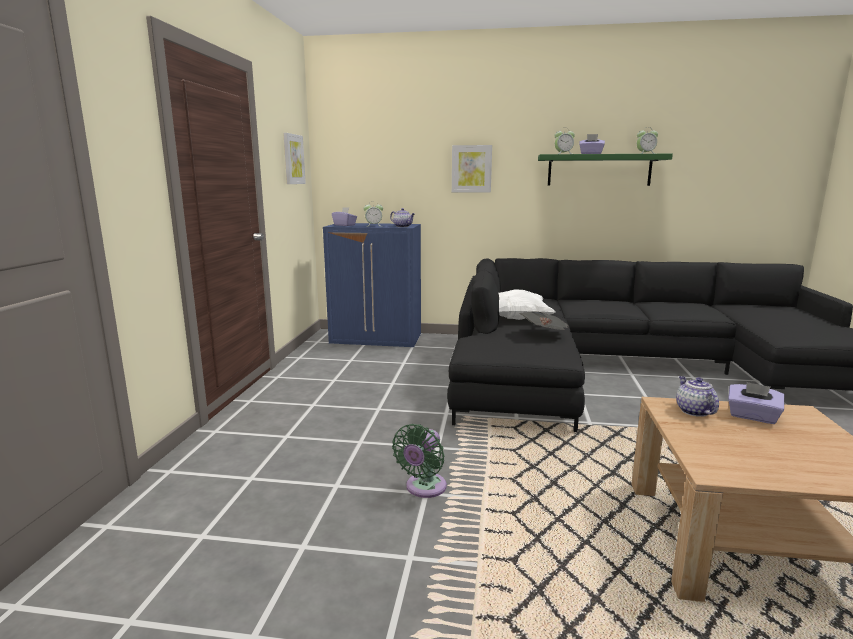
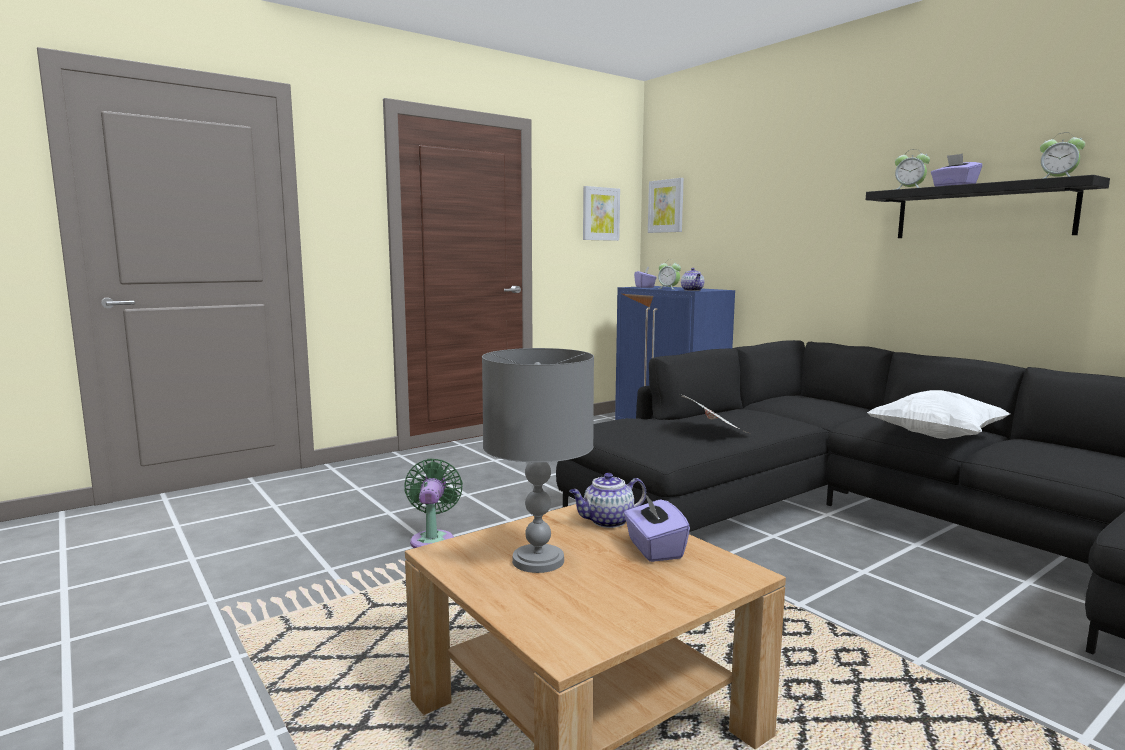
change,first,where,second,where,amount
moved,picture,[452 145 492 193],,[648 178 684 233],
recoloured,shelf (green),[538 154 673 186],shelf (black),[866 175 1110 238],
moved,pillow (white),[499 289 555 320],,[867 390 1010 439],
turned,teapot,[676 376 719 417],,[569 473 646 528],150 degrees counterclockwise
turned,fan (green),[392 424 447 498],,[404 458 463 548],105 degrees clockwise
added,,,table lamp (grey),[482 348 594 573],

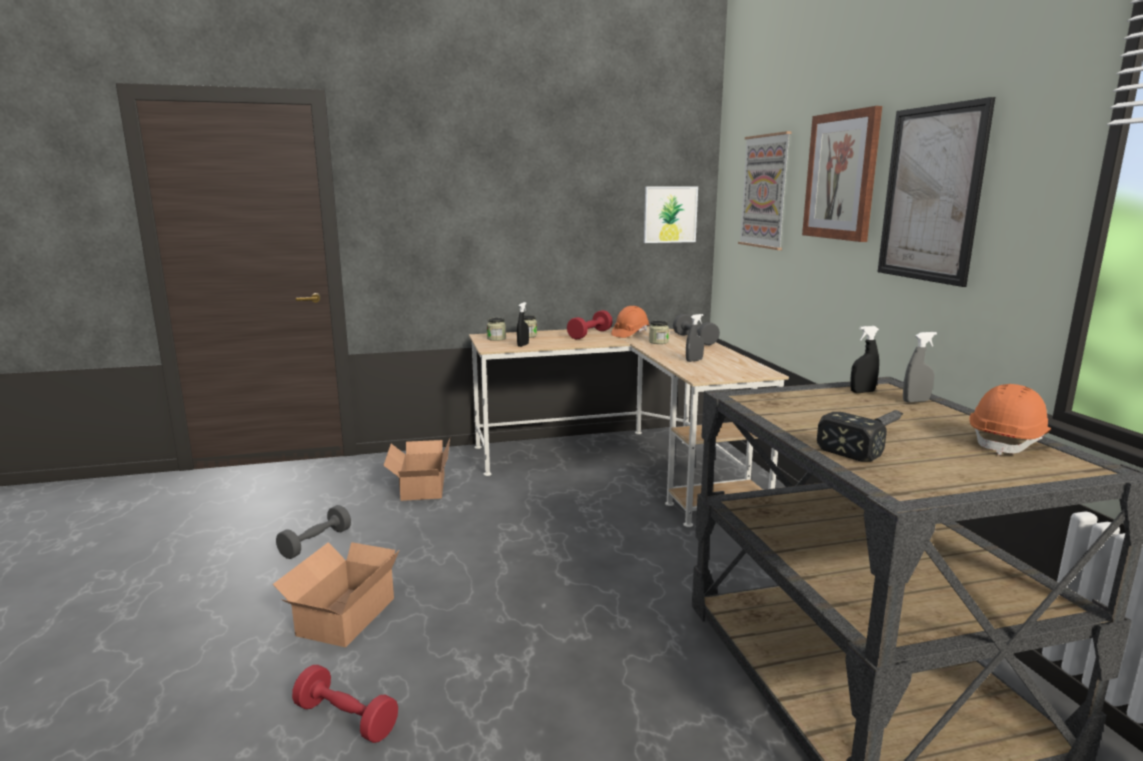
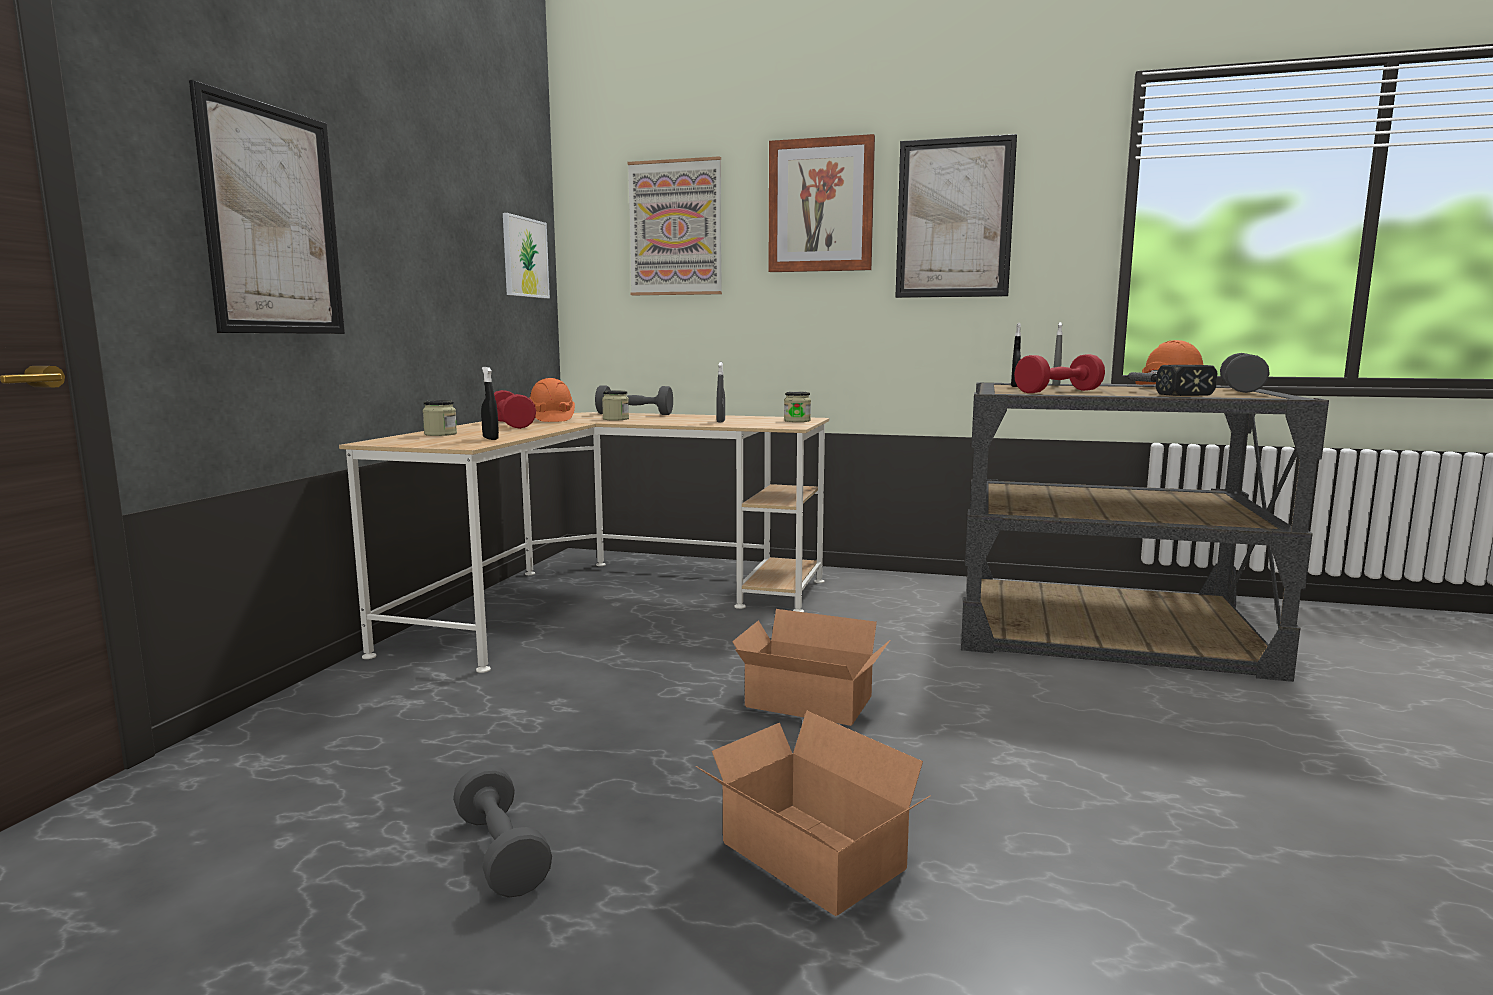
change,first,where,second,where,amount
moved,jar,[487 318 506 341],,[784 392 811 422],
moved,cardboard box,[383 438 450 501],,[732 609 890 726],
moved,dumbbell (red),[292 665 398 743],,[1014 354 1105 393],
added,,,picture,[189 80 345 334],
added,,,dumbbell (grey),[1220 353 1270 393],

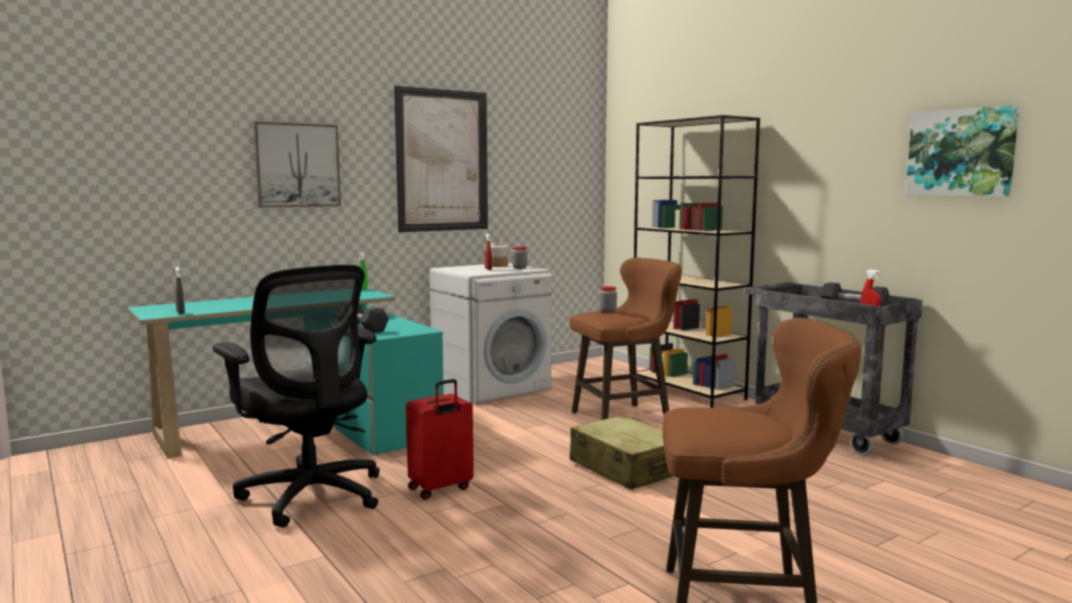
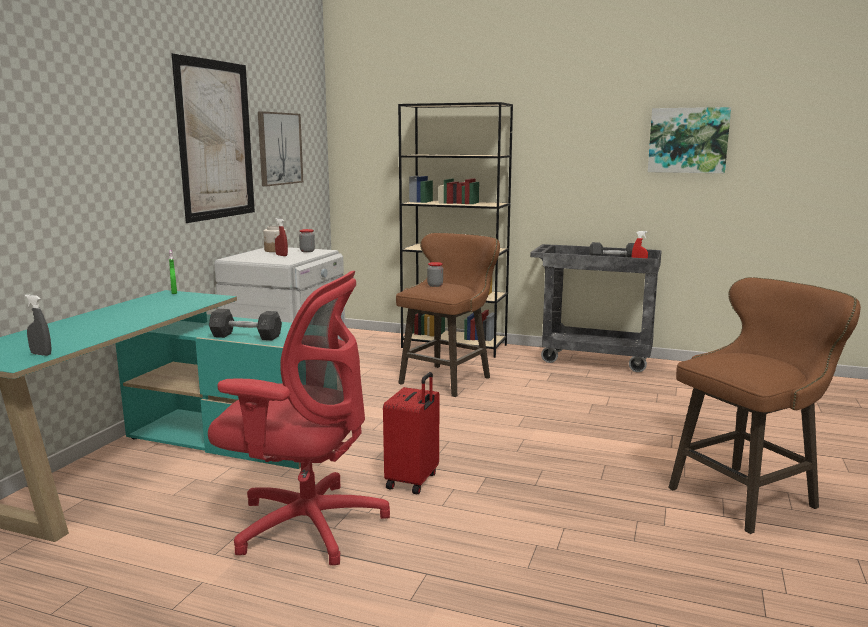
change,first,where,second,where,amount
moved,picture,[253 122 341 208],,[258 111 303 186],
recoloured,office chair (black),[213 265 380 528],office chair (red),[208 271 390 565],
removed,suitcase (beige),[570 415 672 490],,,

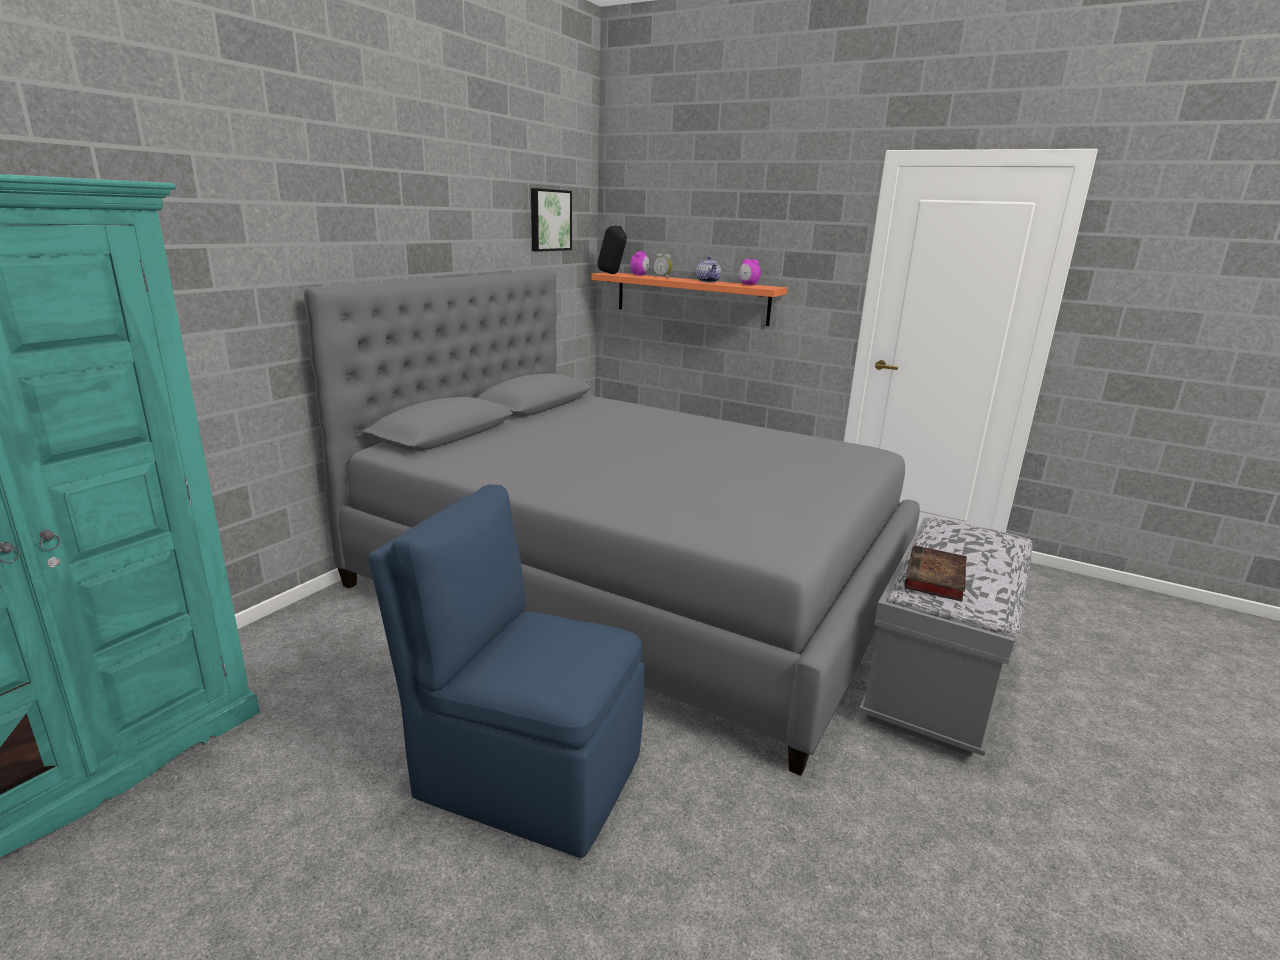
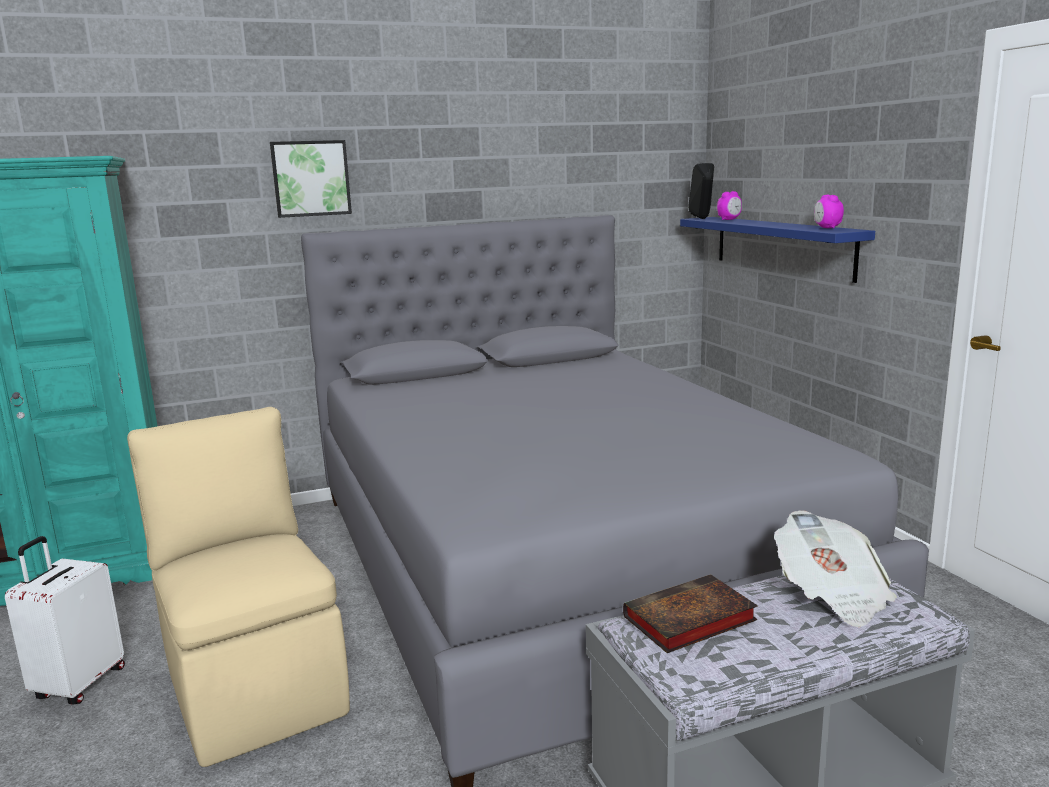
change,first,where,second,where,amount
moved,picture,[531 188 572 252],,[270 140 352 218],
removed,alarm clock,[654 253 672 279],,,
removed,teapot,[696 256 721 282],,,
recoloured,shelf (orange),[592 272 787 326],shelf (blue),[680 217 875 283],
recoloured,chair (blue),[368 484 645 858],chair (beige),[127 407 350 767],
added,,,newspaper,[774 510 897 628],
added,,,suitcase (white),[5 536 125 704],

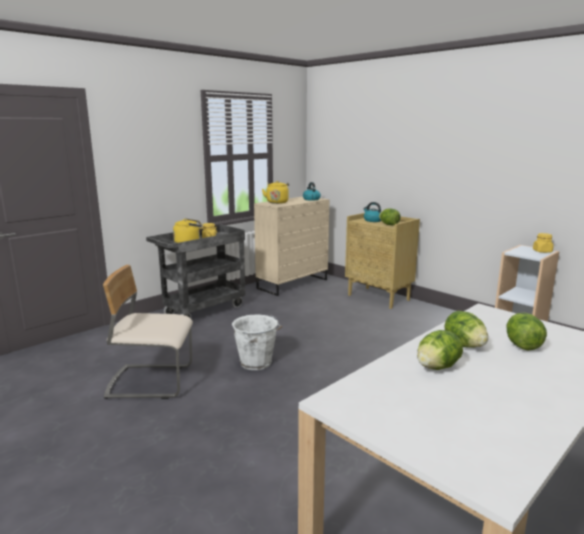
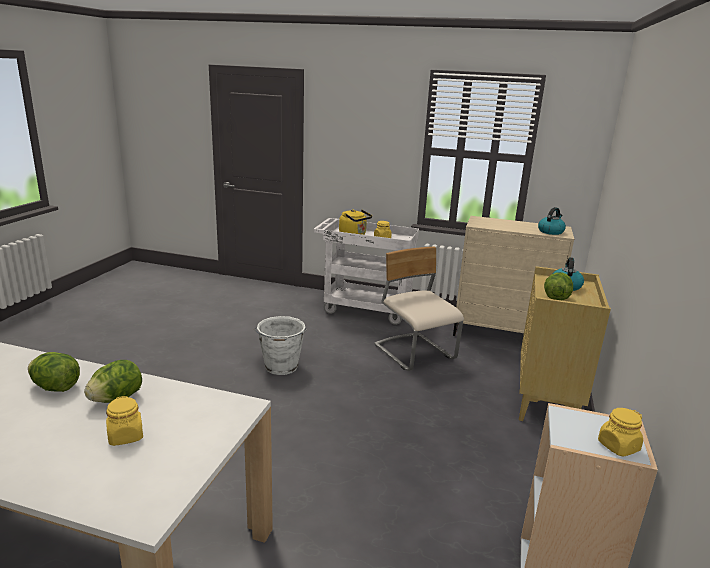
change,first,where,second,where,amount
removed,kettle (yellow),[262 181 289 204],,,
recoloured,cart (black),[146 225 245 318],cart (white),[314 218 419 325],
moved,chair (beige),[103 265 193 399],,[374 246 464 371],
replaced,lettuce,[506 313 547 350],jar (yellow),[106 396 143 446],

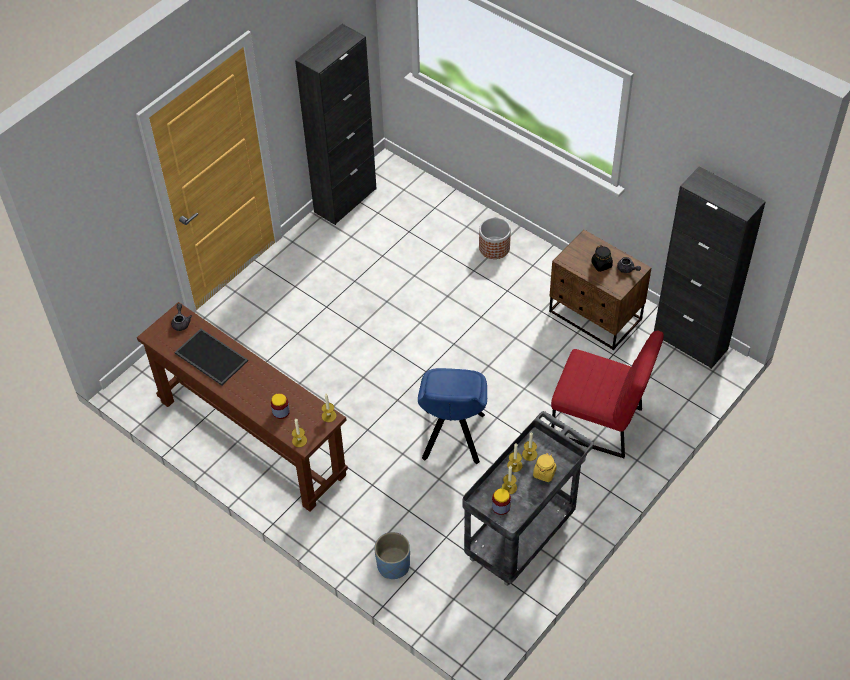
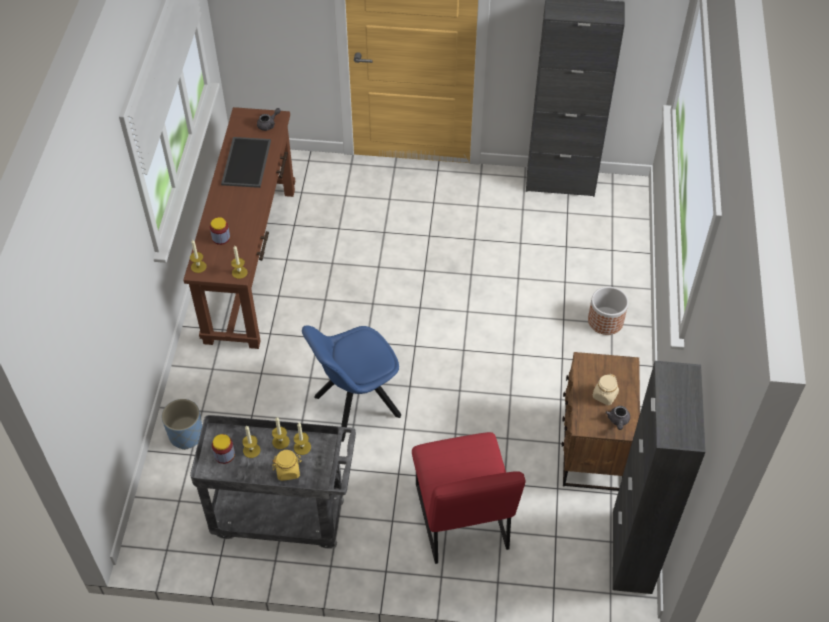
change,first,where,second,where,amount
recoloured,jar (black),[591 245 613 272],jar (beige),[593 374 619 405],

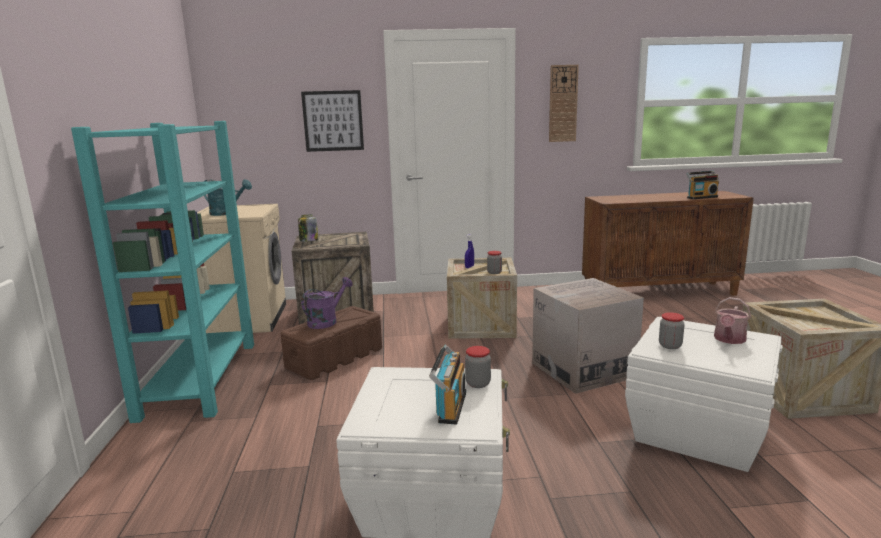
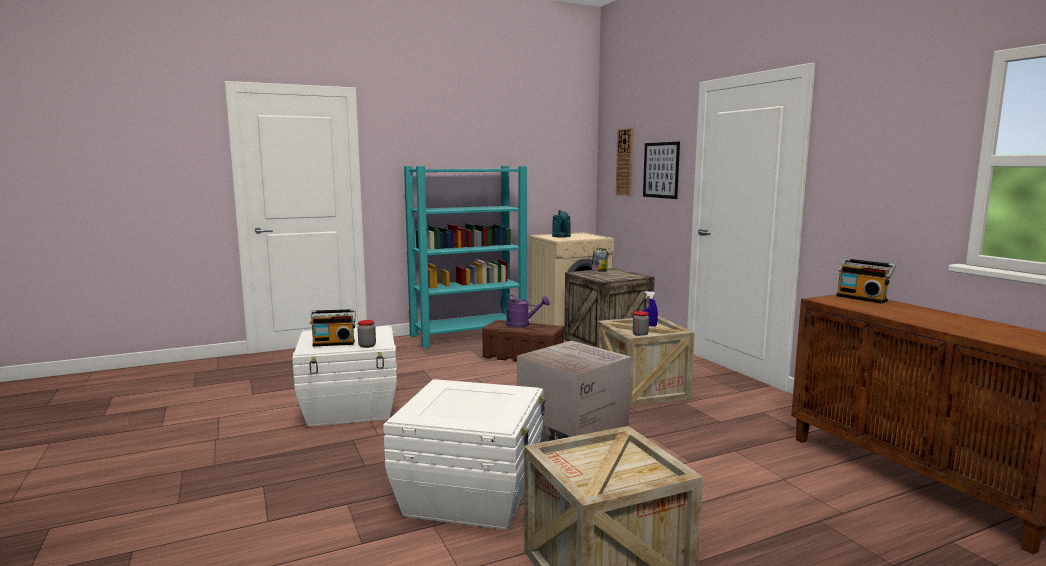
change,first,where,second,where,amount
moved,wall clock,[549 65 579 142],,[616 128 633 196],
moved,radio,[686 171 719 199],,[836 258 896 304],
removed,watering can,[714 297 751 344],,,
removed,jar,[659 312 685 349],,,

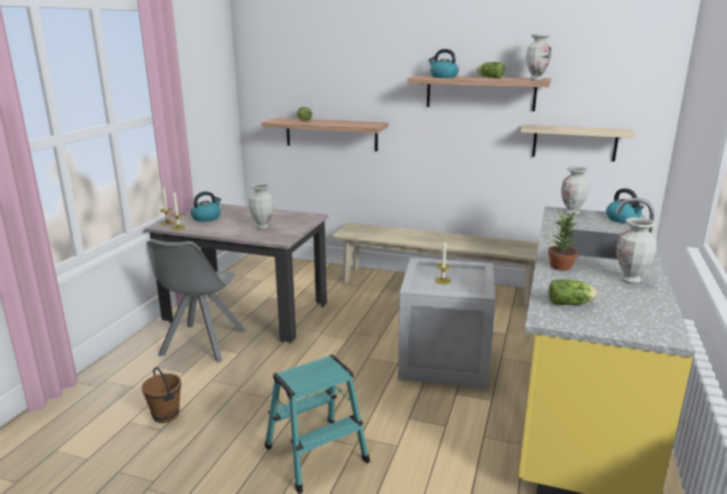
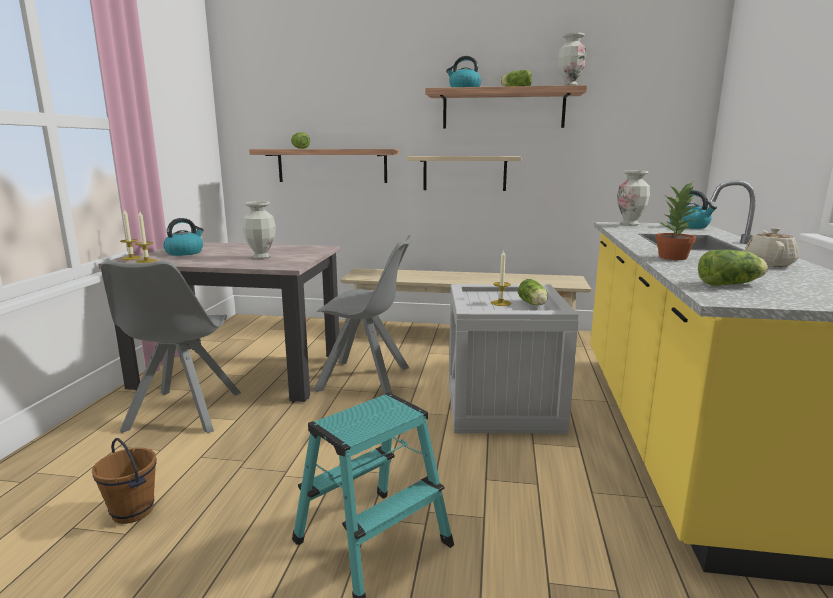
change,first,where,second,where,amount
moved,shelf (beige),[521 124 636 162],,[406 156 521 191],
replaced,vase,[616 217 657 284],teapot (beige),[745 228 799 267],
added,,,chair (grey),[314 235 413 395],
added,,,lettuce,[518 279 548 305],

